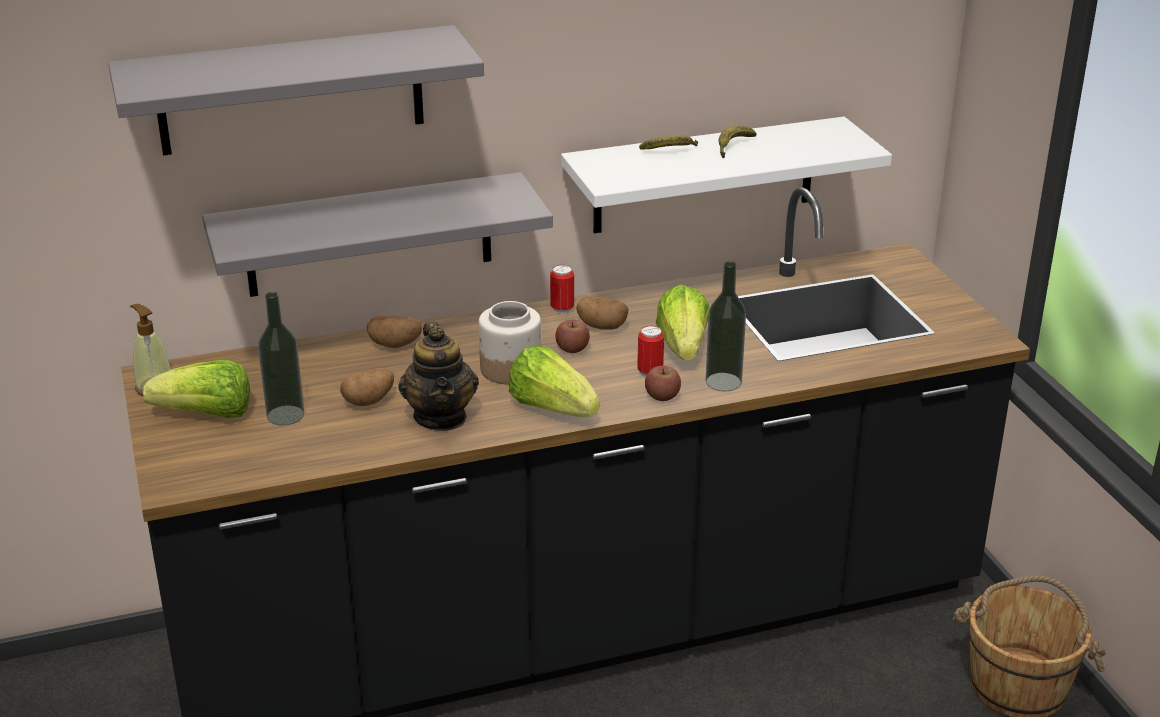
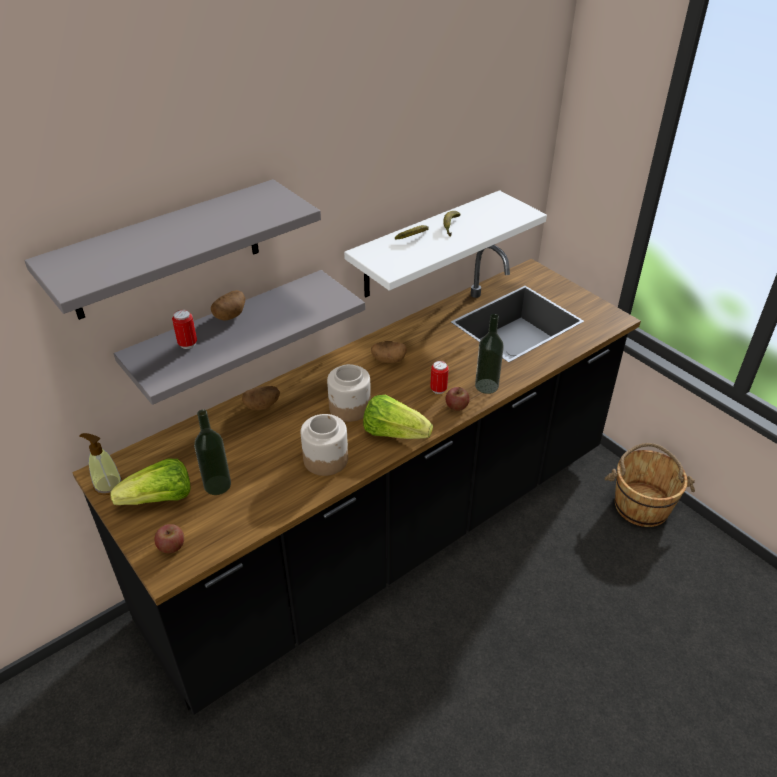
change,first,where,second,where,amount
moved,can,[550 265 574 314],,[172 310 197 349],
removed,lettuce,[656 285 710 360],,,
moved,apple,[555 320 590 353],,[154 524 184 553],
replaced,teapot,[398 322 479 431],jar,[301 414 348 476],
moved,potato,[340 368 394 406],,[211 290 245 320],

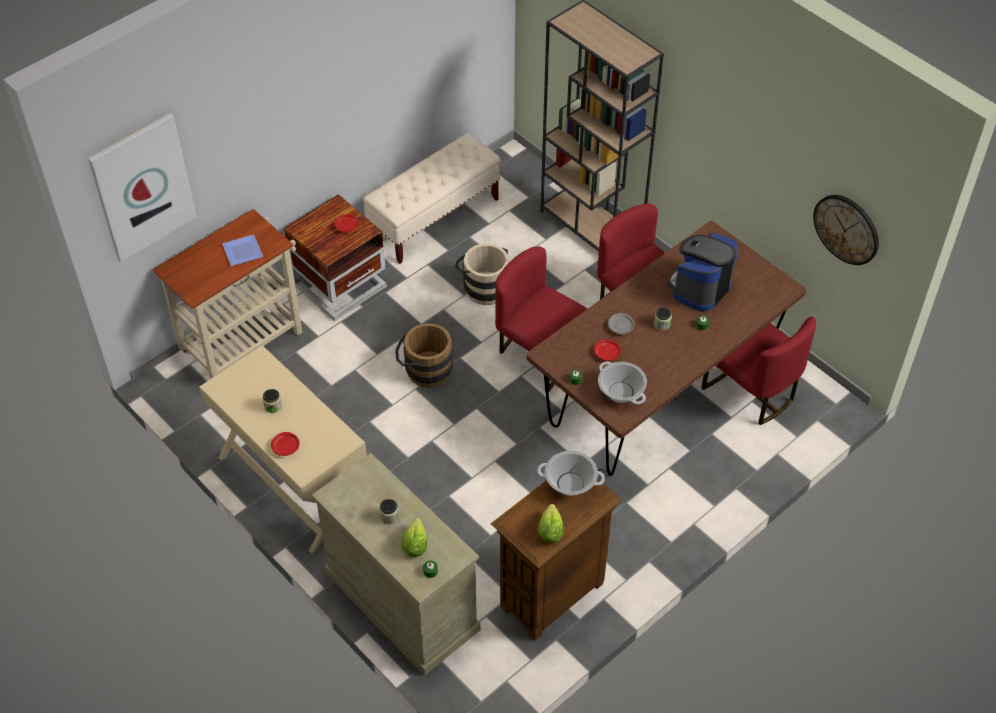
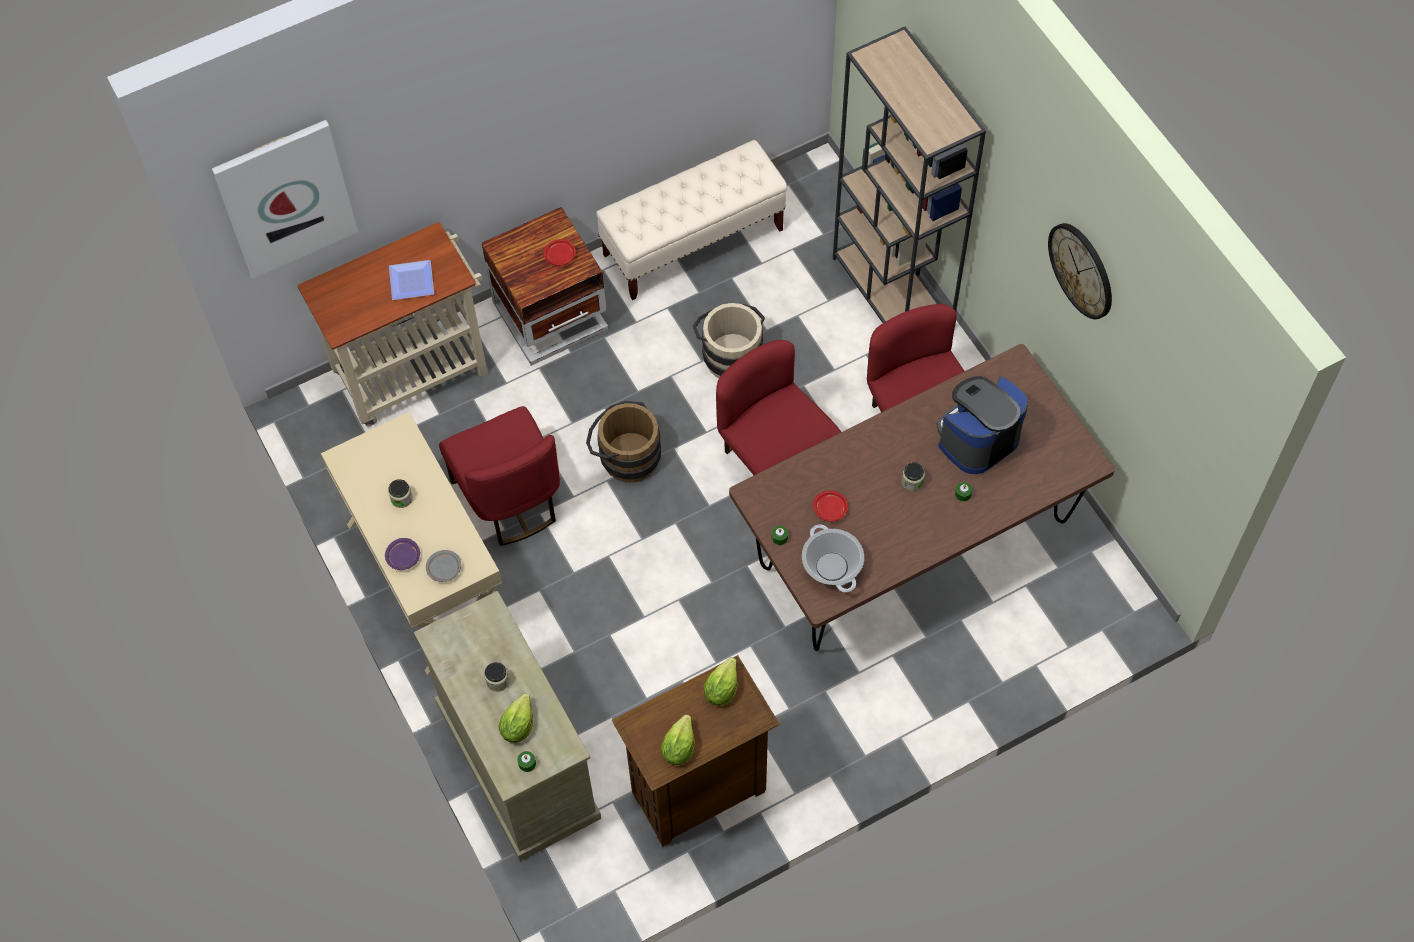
change,first,where,second,where,amount
moved,wall clock,[813 195 879 265],,[1048 223 1112 319],
moved,plate (grey),[608 313 635 334],,[426 550 461 582],
moved,chair (red),[701 316 816 425],,[439 406 560 546],
recoloured,plate (red),[271 432 300 456],plate (purple),[385 538 420 570],
replaced,cooking pot,[537 451 605 496],lettuce,[703 657 738 706],

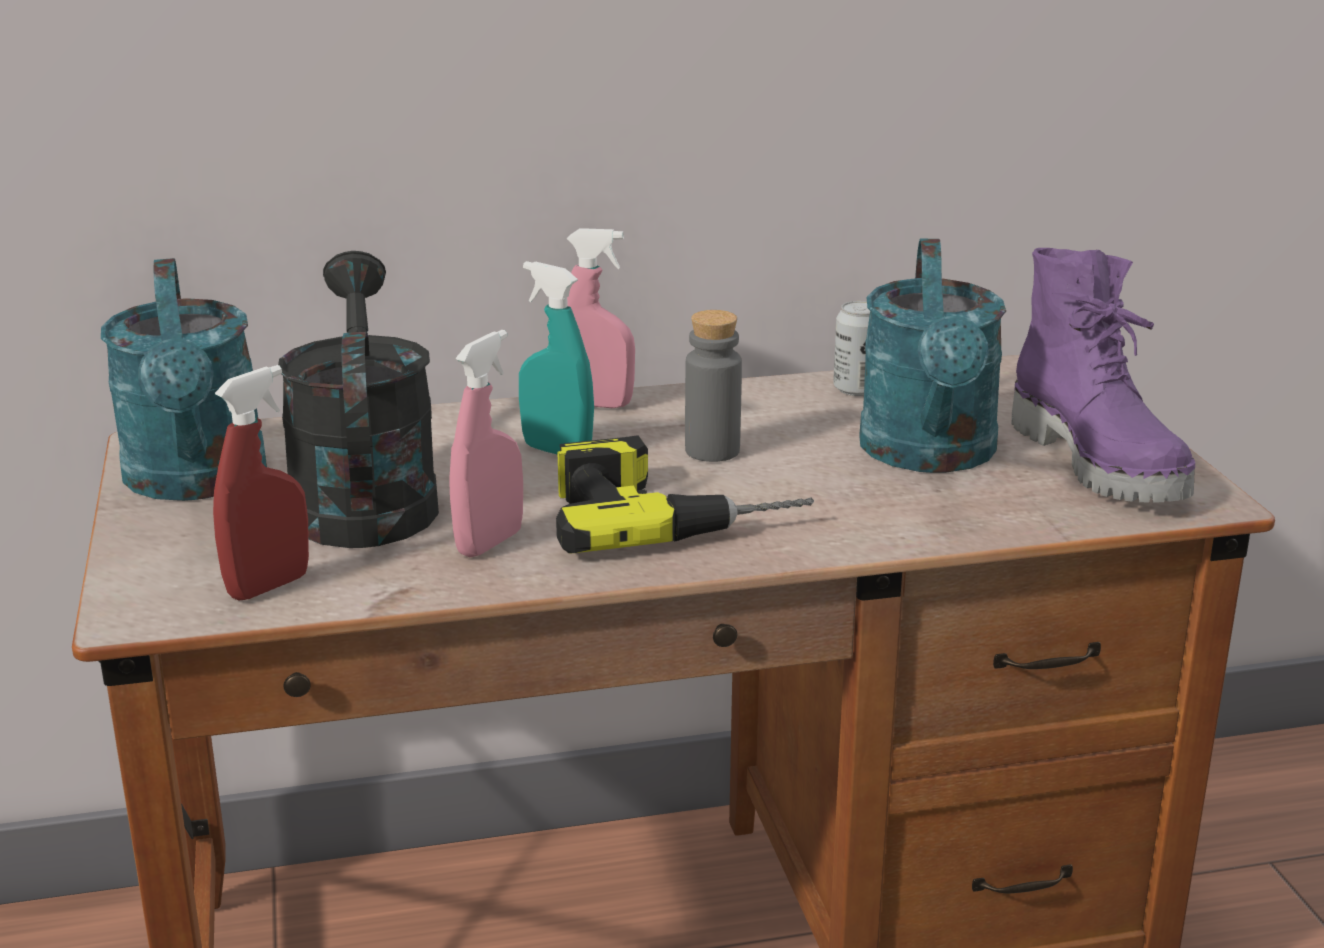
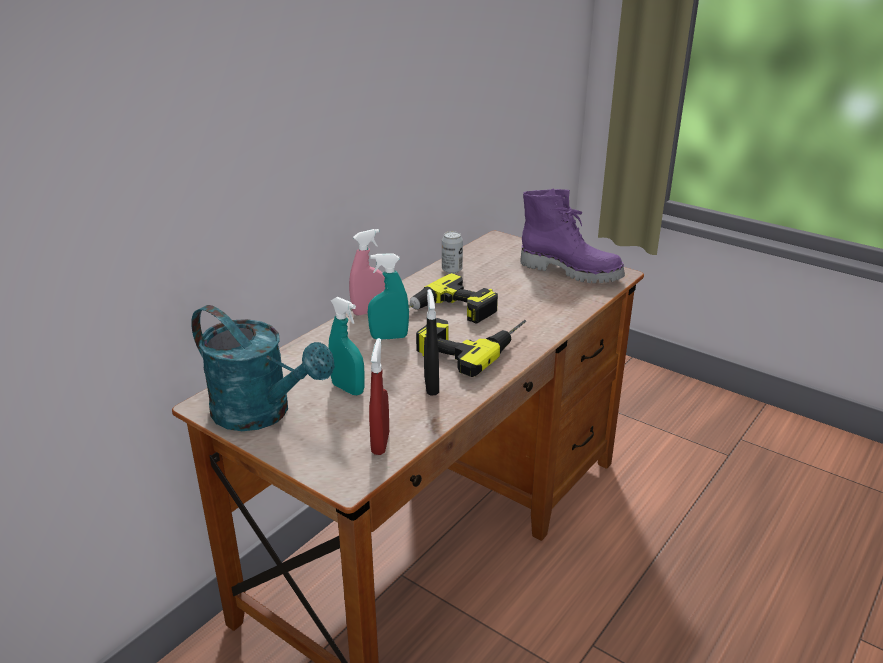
change,first,where,second,where,amount
removed,watering can (turquoise),[859 238 1006 473],,,
replaced,watering can (black),[278 251 439 548],spray bottle (turquoise),[328 297 365 395],
replaced,bottle (grey),[685 310 742 462],power drill,[409 273 498 324],
recoloured,spray bottle (pink),[449 330 523 557],spray bottle (black),[424 289 439 396],

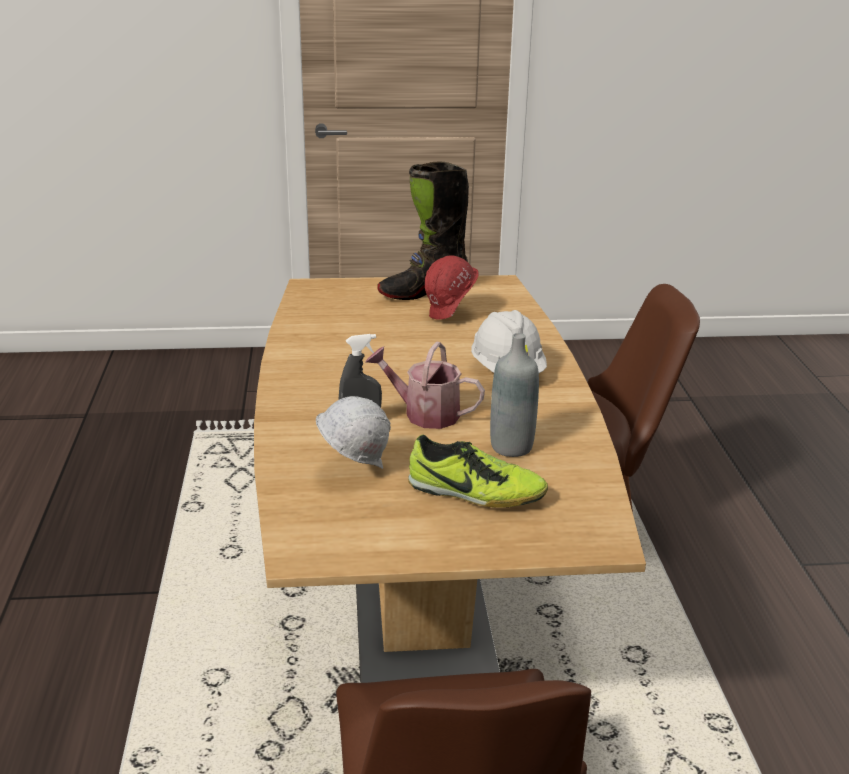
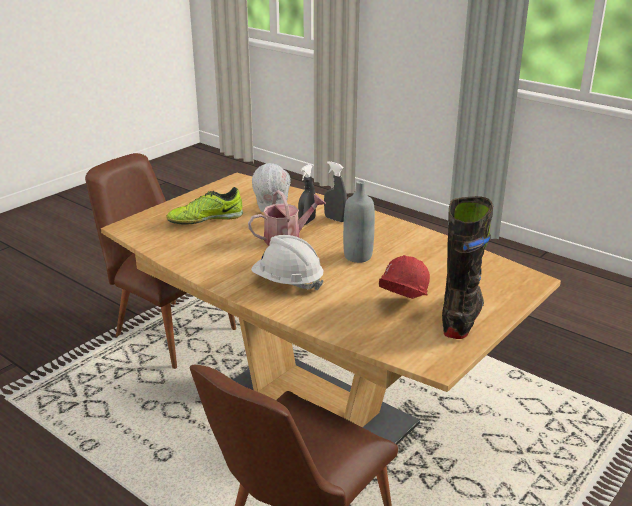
change,first,where,second,where,amount
moved,bottle (grey),[490 333 539 457],,[343 180 375 263],
added,,,spray bottle (grey),[324 161 347 222],

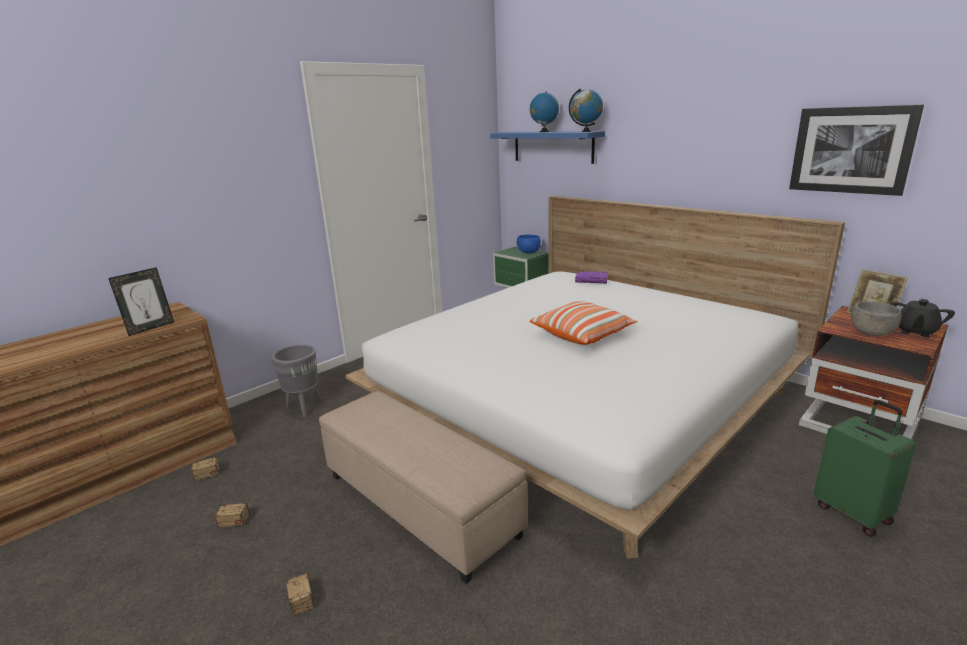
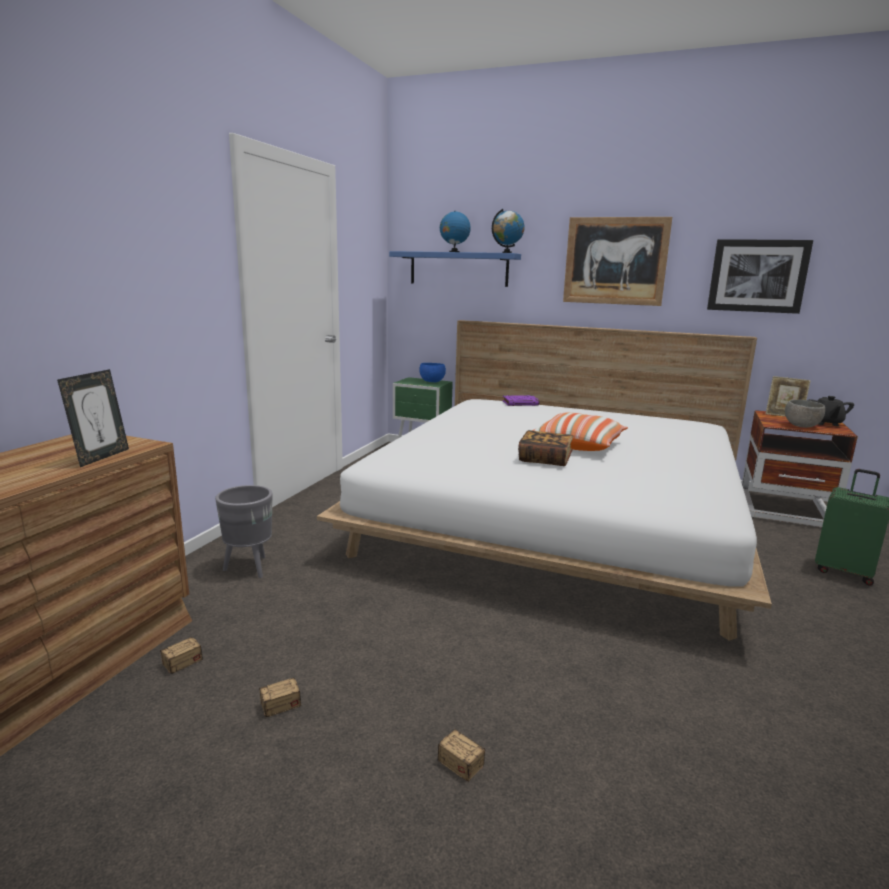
change,first,where,second,where,amount
removed,ottoman (beige),[319 391 528 584],,,
added,,,picture,[563 217 672 306],
added,,,book,[518 430 573 466],

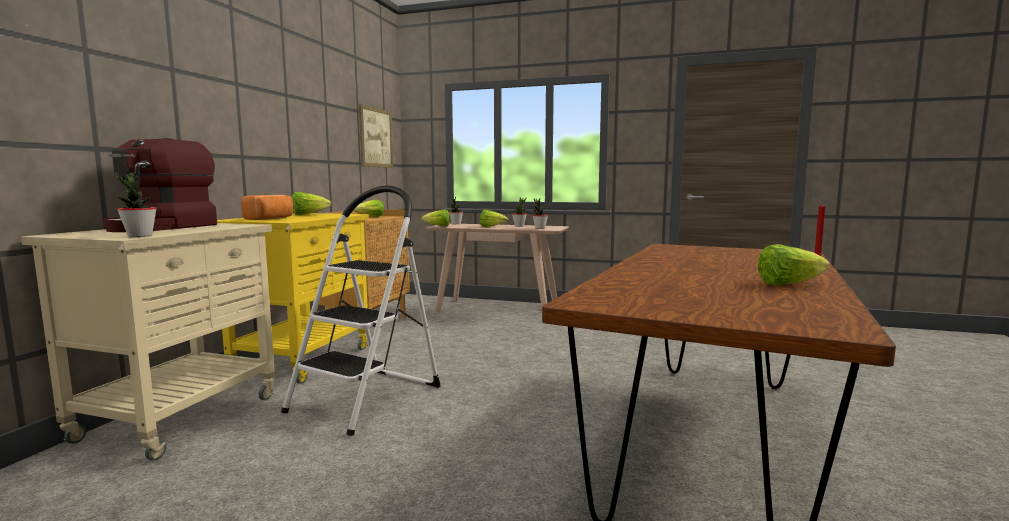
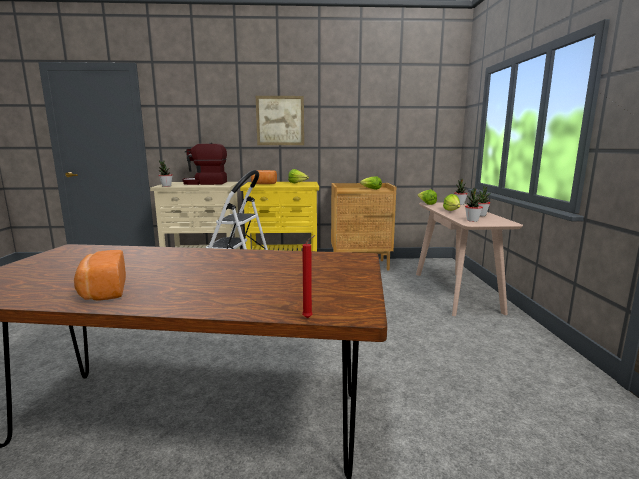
change,first,where,second,where,amount
moved,picture,[359 104 393 168],,[256 96 304 145],
replaced,lettuce,[758 244 830 285],bread,[74 250 126 301],

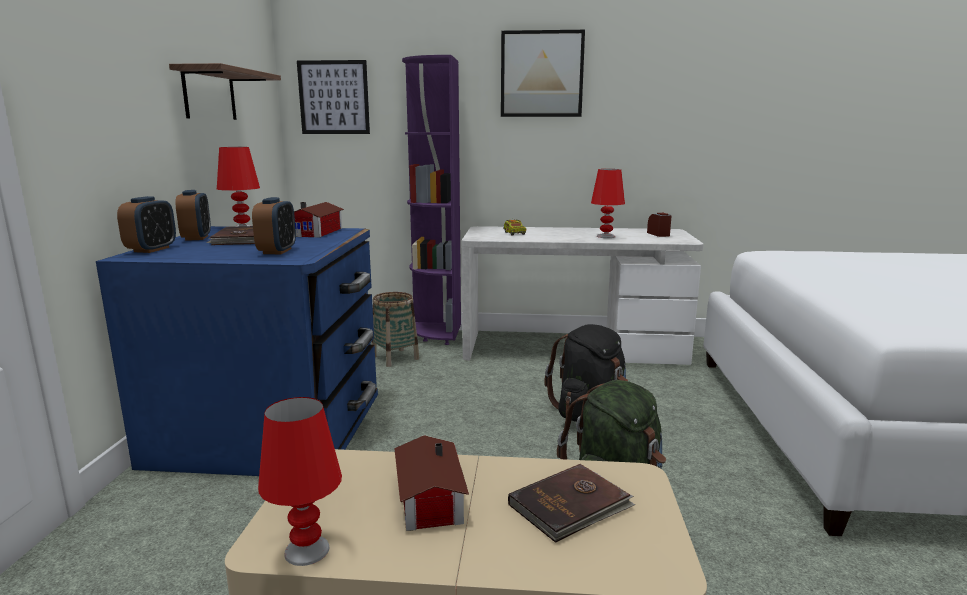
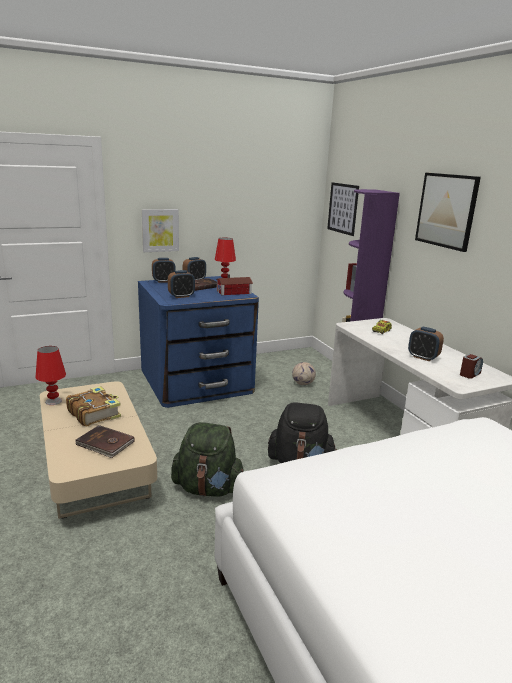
change,first,where,second,where,amount
removed,shelf,[169 63 281 120],,,
replaced,table lamp (red),[591 169 625 238],alarm clock,[408 327 444 361],
replaced,basket,[372 292 419 367],football,[292 362 316 385],
replaced,toy house,[394 435 469 531],book,[66 386 121 427],
added,,,picture,[142 209 179 252],

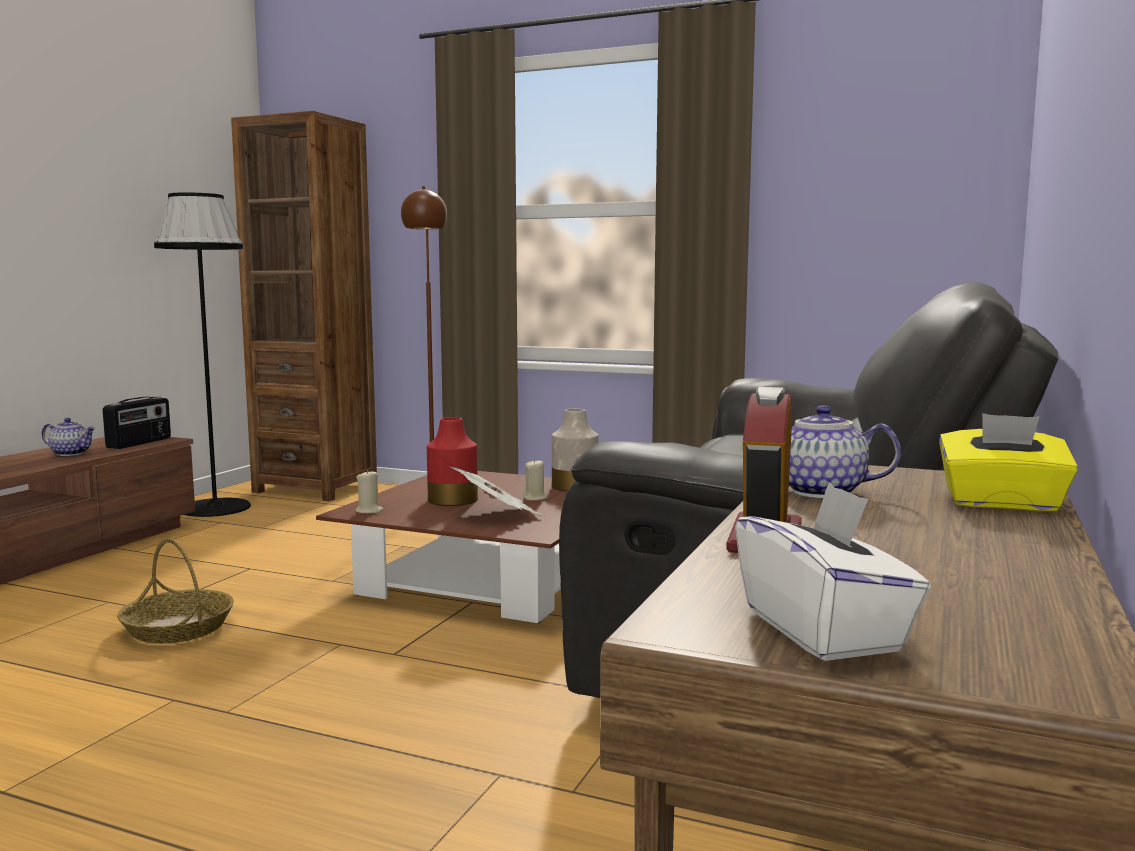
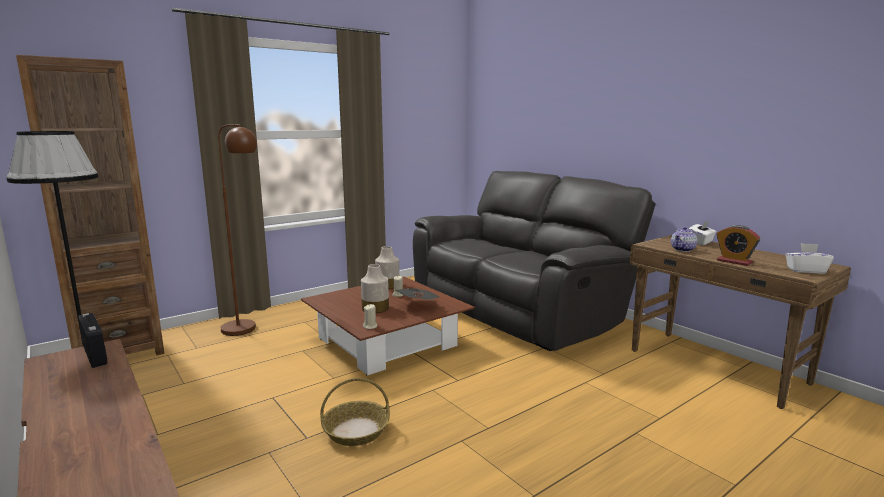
change,first,where,second,where,amount
recoloured,tissue box (yellow),[939 413 1078 511],tissue box (white),[688 221 716 245],
recoloured,vase (red),[427 417 478 506],vase (beige),[361 264 389 313],
removed,teapot,[42 418 95 456],,,

